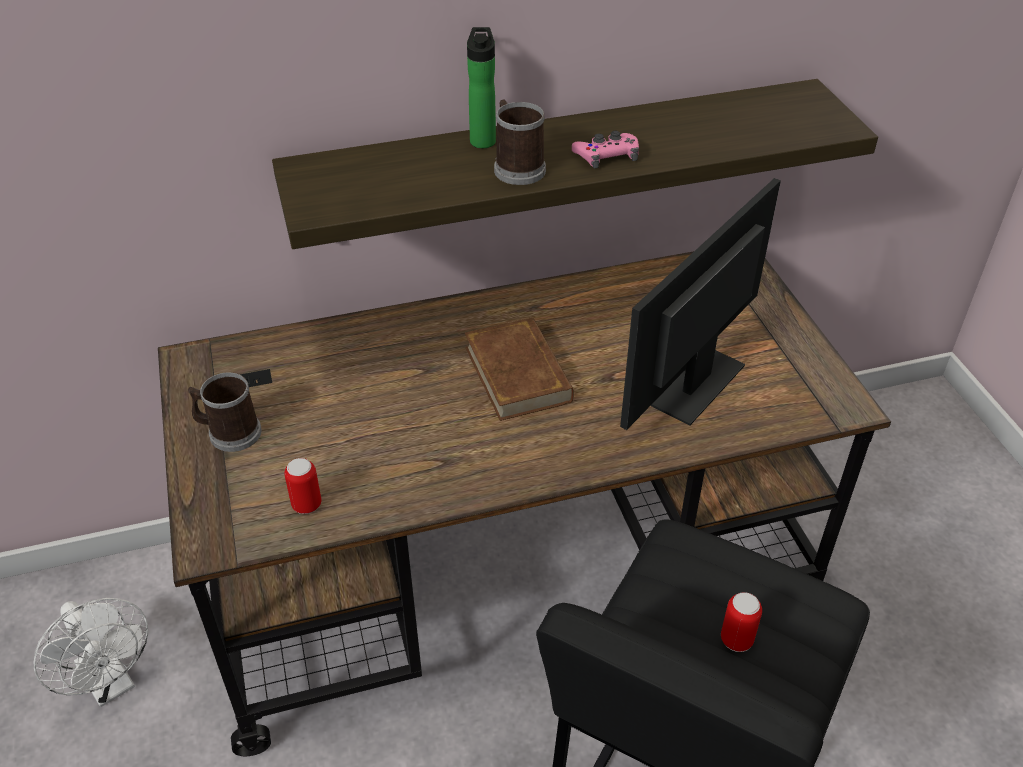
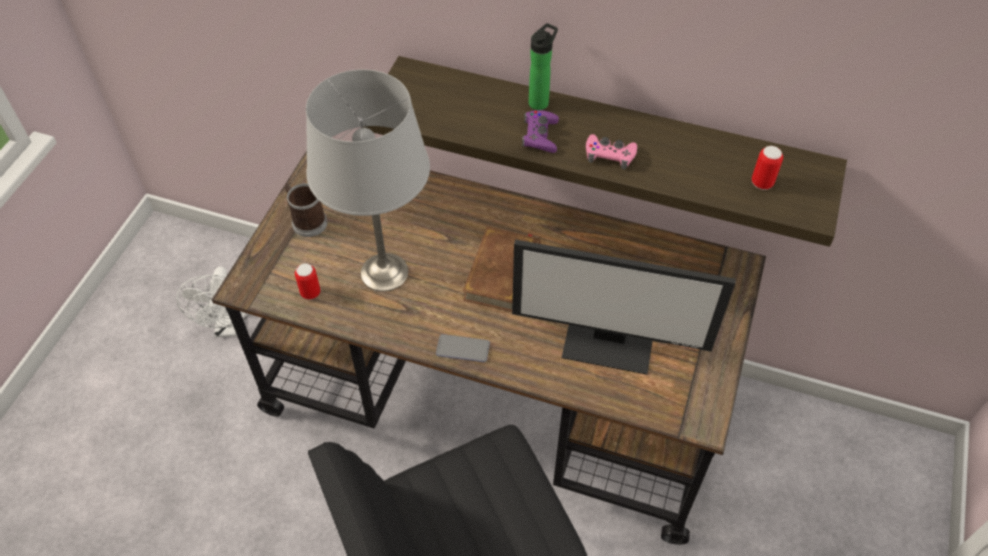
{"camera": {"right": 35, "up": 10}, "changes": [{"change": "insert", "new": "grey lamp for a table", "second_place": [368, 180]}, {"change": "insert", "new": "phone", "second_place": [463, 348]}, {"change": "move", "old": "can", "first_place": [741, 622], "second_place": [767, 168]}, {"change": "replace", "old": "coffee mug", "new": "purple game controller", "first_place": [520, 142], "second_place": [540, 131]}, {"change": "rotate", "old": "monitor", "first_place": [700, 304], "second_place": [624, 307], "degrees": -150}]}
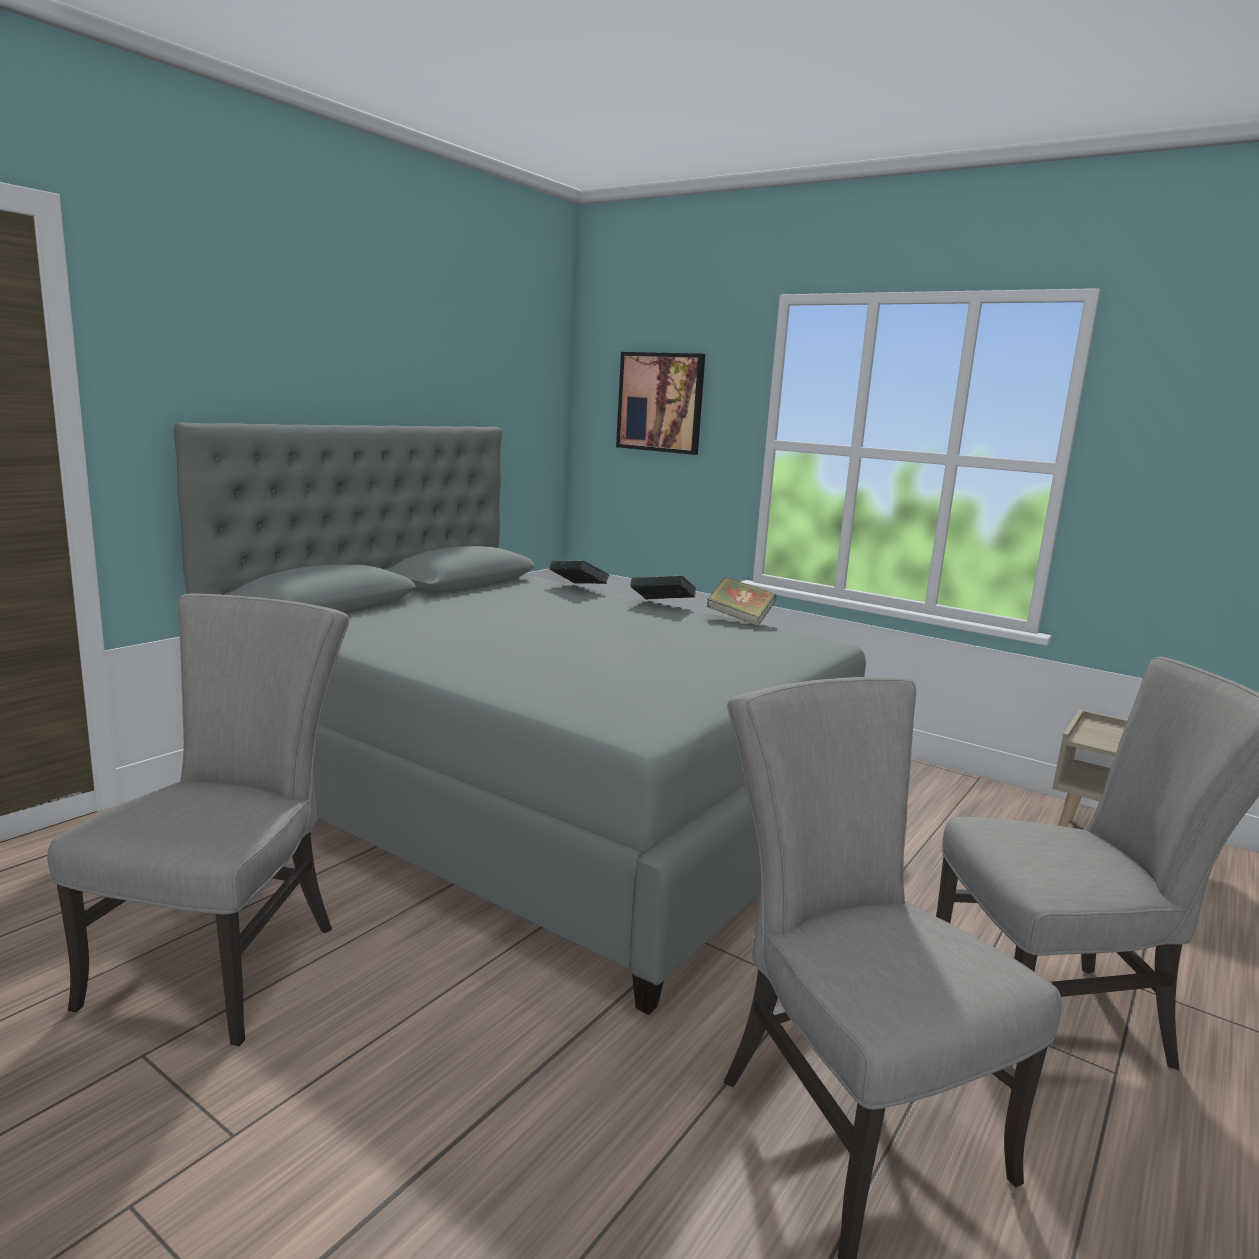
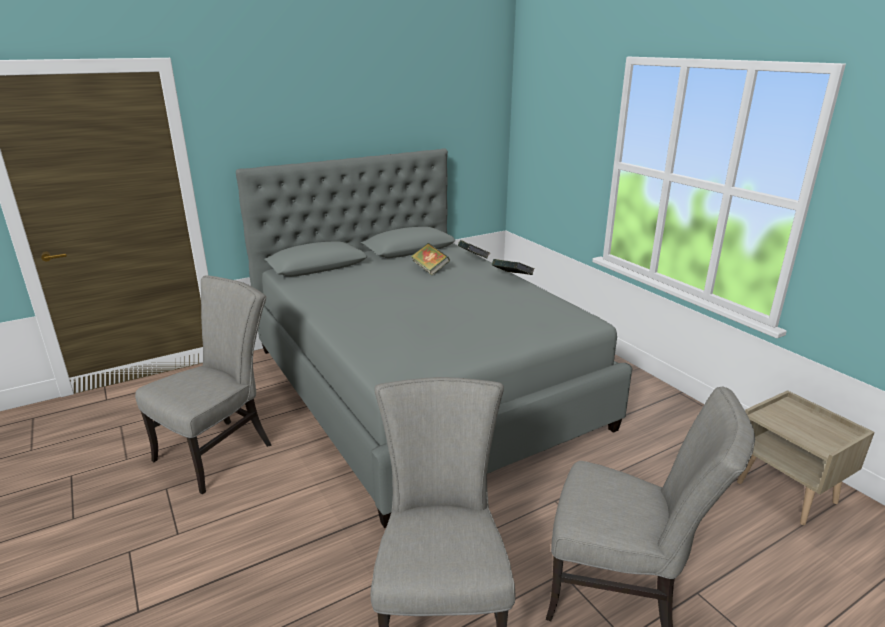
{"camera": {"right": 25, "up": 10}, "changes": [{"change": "delete", "old": "wall art", "first_place": [660, 403]}, {"change": "move", "old": "book", "first_place": [741, 601], "second_place": [430, 259]}]}
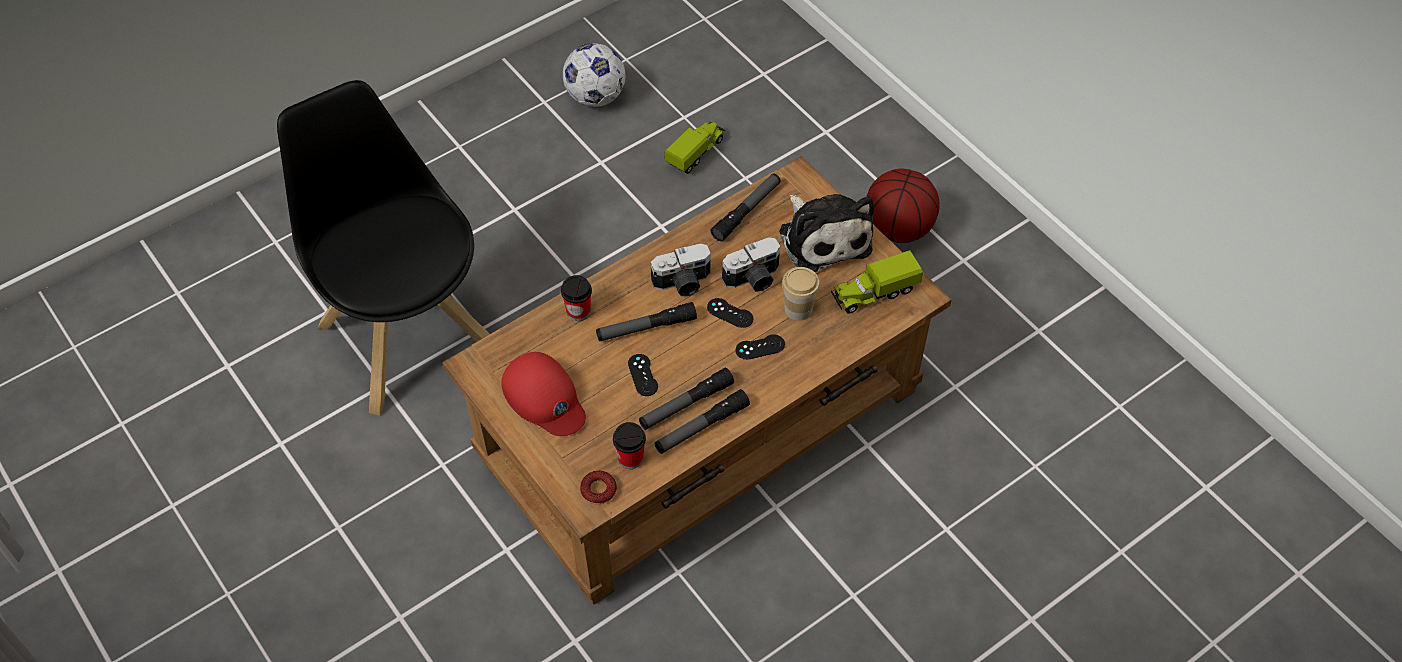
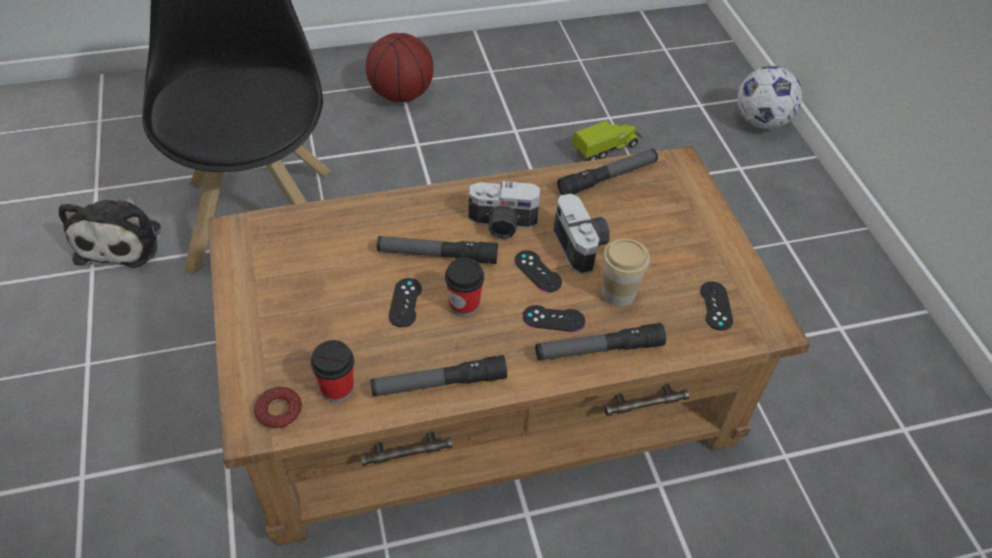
{"camera": {"right": 20, "up": -5}, "changes": [{"change": "delete", "old": "red-coloured cap", "first_place": [543, 394]}, {"change": "move", "old": "drinking cup", "first_place": [576, 298], "second_place": [464, 287]}, {"change": "move", "old": "football", "first_place": [594, 75], "second_place": [769, 98]}, {"change": "move", "old": "torch", "first_place": [686, 399], "second_place": [600, 341]}, {"change": "move", "old": "soft toy", "first_place": [826, 233], "second_place": [110, 233]}, {"change": "move", "old": "basketball", "first_place": [903, 206], "second_place": [399, 67]}, {"change": "replace", "old": "toy truck", "new": "black game controller", "first_place": [877, 282], "second_place": [716, 306]}, {"change": "rotate", "old": "photo camera", "first_place": [751, 264], "second_place": [581, 233], "degrees": -105}]}
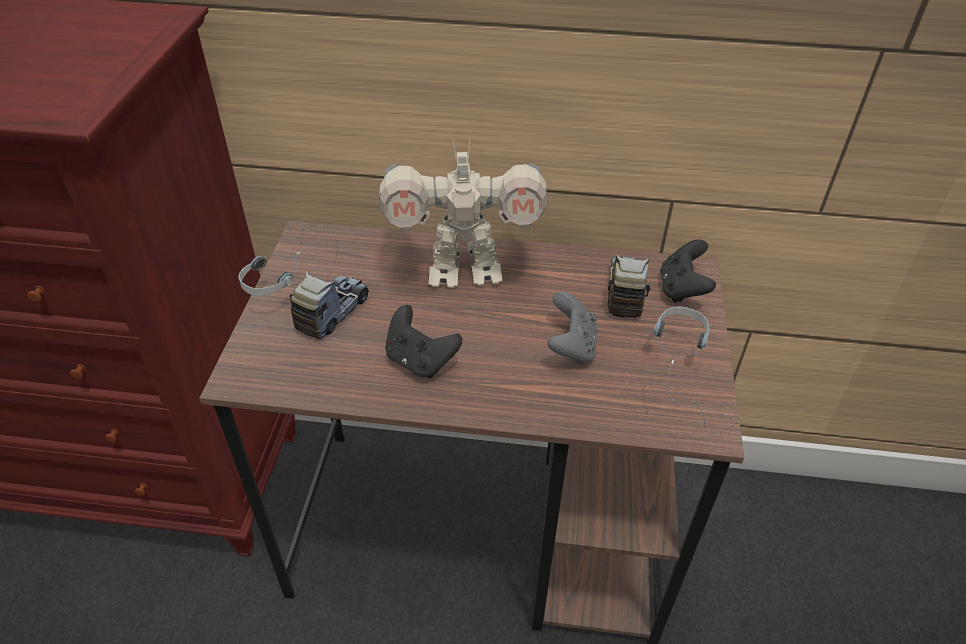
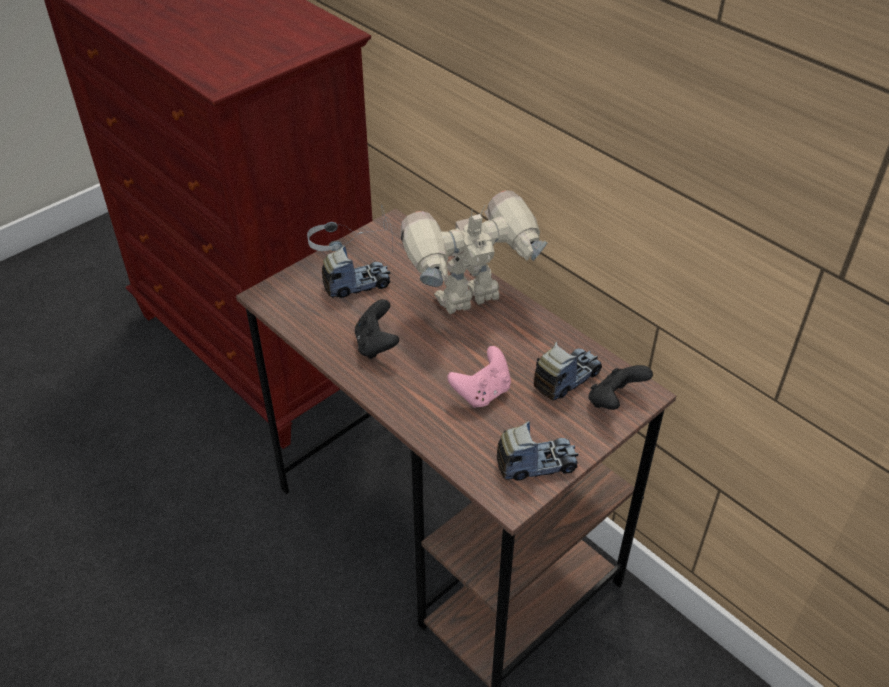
{"camera": {"right": 40, "up": 0}, "changes": [{"change": "replace", "old": "pair of headphones", "new": "toy truck", "first_place": [690, 370], "second_place": [537, 451]}, {"change": "recolor", "old": "grey game controller", "new": "pinkish game controller", "first_place": [572, 328], "second_place": [479, 377]}, {"change": "rotate", "old": "robot figure", "first_place": [463, 213], "second_place": [474, 252], "degrees": 120}]}
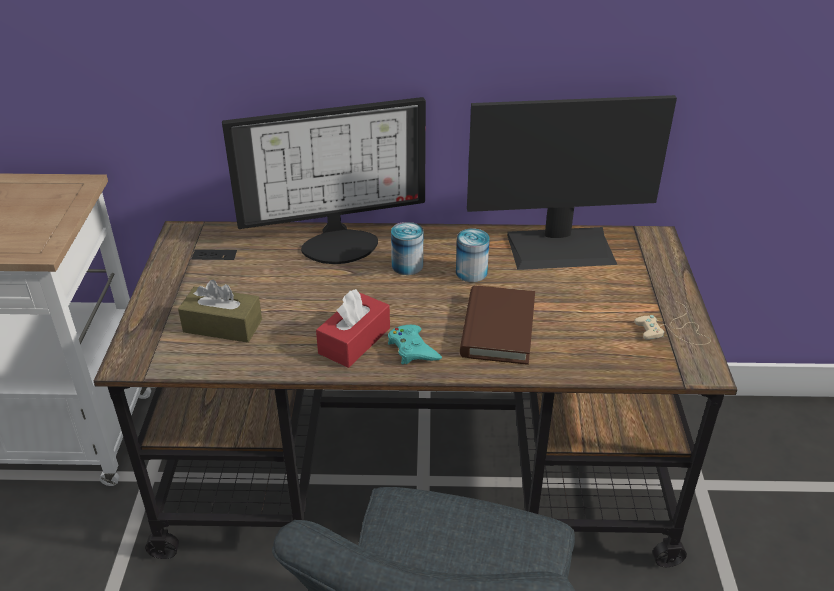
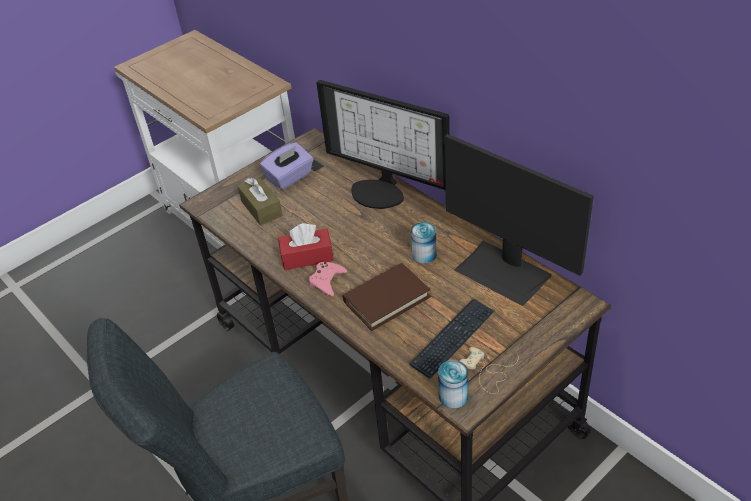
{"camera": {"right": 50, "up": 5}, "changes": [{"change": "insert", "new": "purple tissue box", "second_place": [287, 166]}, {"change": "insert", "new": "keyboard", "second_place": [452, 338]}, {"change": "move", "old": "can", "first_place": [407, 248], "second_place": [453, 384]}, {"change": "recolor", "old": "blue-green game controller", "new": "pinkish game controller", "first_place": [415, 344], "second_place": [328, 279]}]}
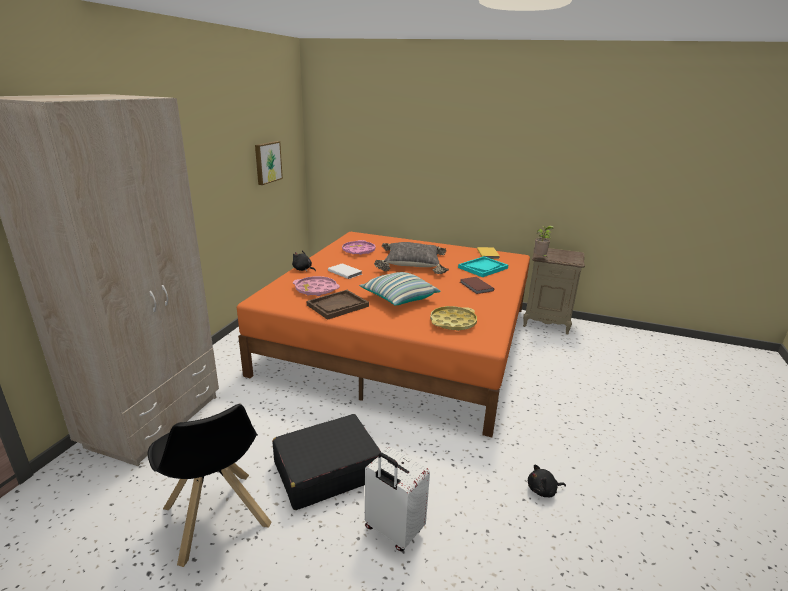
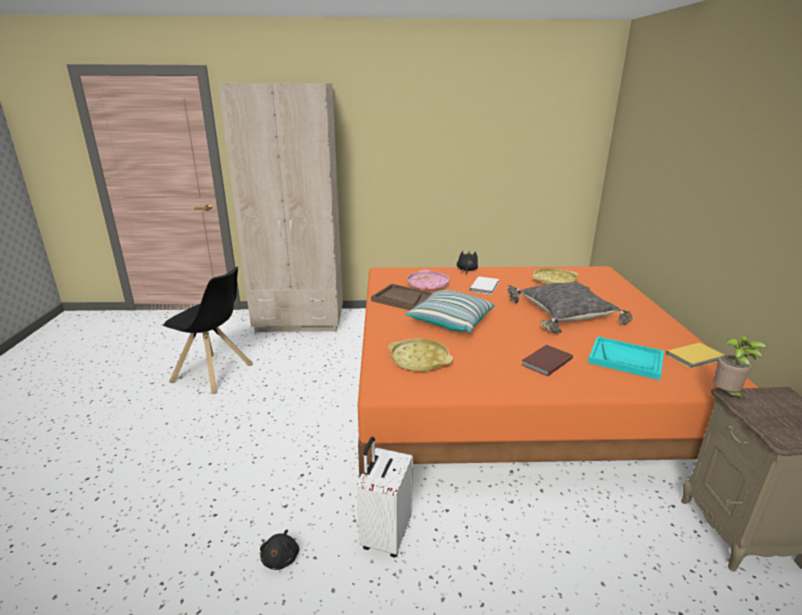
{"camera": {"right": 70, "up": 0}, "changes": [{"change": "delete", "old": "wall art", "first_place": [269, 163]}, {"change": "delete", "old": "black piece of luggage", "first_place": [327, 462]}, {"change": "move", "old": "whitish piece of luggage", "first_place": [397, 499], "second_place": [385, 497]}, {"change": "recolor", "old": "pinkish carrying tray", "new": "yellow carrying tray", "first_place": [359, 247], "second_place": [555, 276]}, {"change": "rotate", "old": "black chair", "first_place": [209, 485], "second_place": [208, 330], "degrees": -105}, {"change": "rotate", "old": "black soft toy", "first_place": [547, 481], "second_place": [279, 550], "degrees": -150}]}
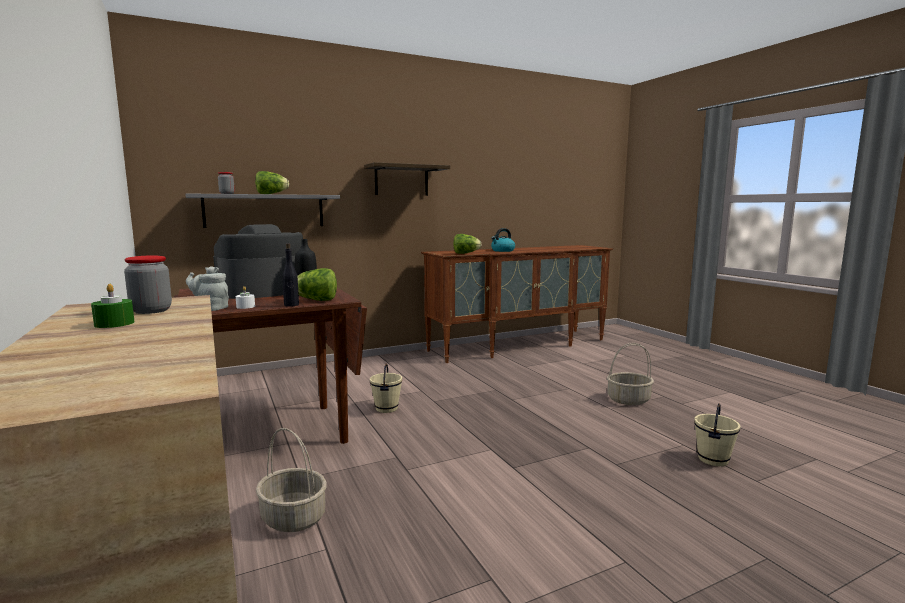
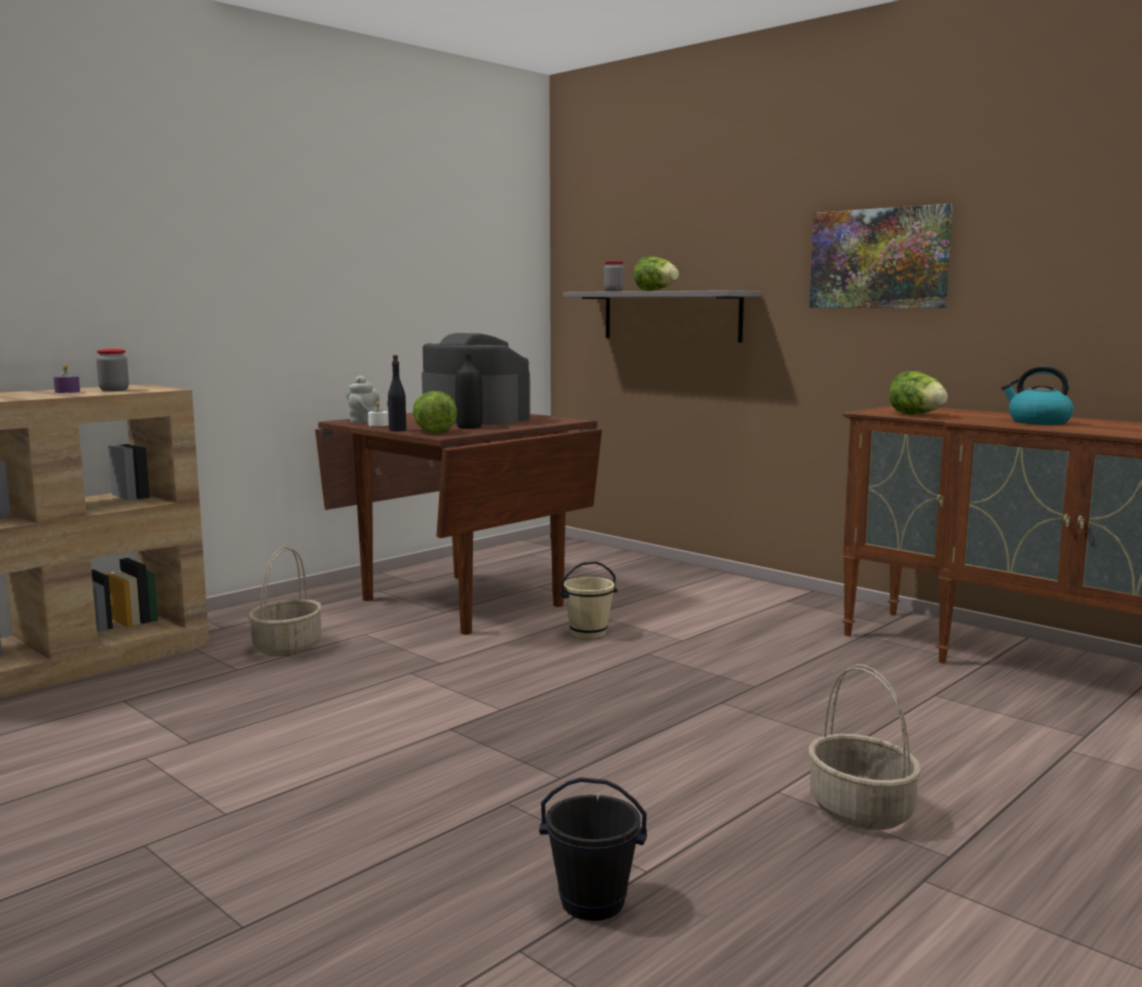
{"camera": {"right": 70, "up": 0}, "changes": [{"change": "replace", "old": "wall shelf", "new": "wall art", "first_place": [407, 179], "second_place": [881, 256]}, {"change": "recolor", "old": "greenish candle", "new": "purple candle", "first_place": [113, 306], "second_place": [66, 378]}, {"change": "recolor", "old": "beige-coloured water bucket", "new": "black water bucket", "first_place": [717, 434], "second_place": [593, 849]}]}
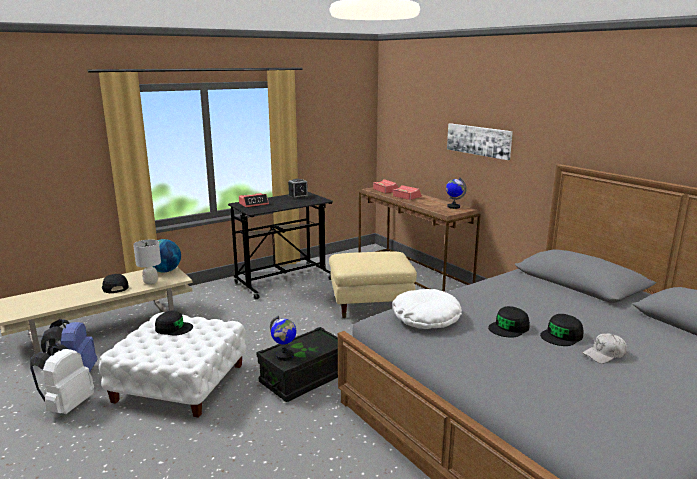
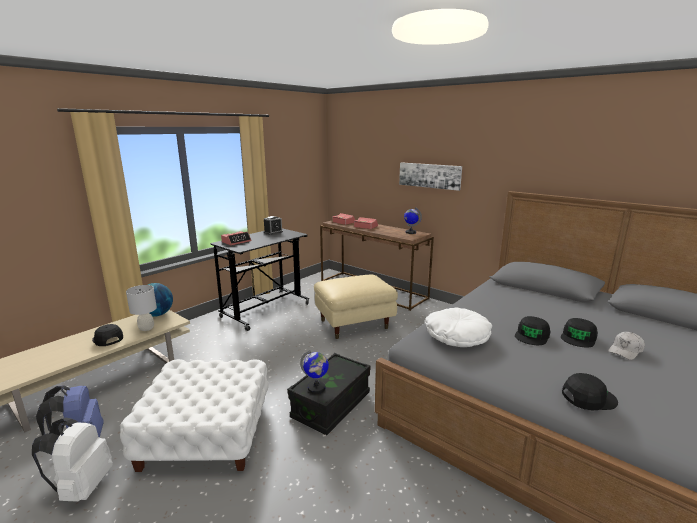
{"camera": {"right": -15, "up": 0}, "changes": [{"change": "move", "old": "black cap", "first_place": [174, 323], "second_place": [590, 392]}]}
